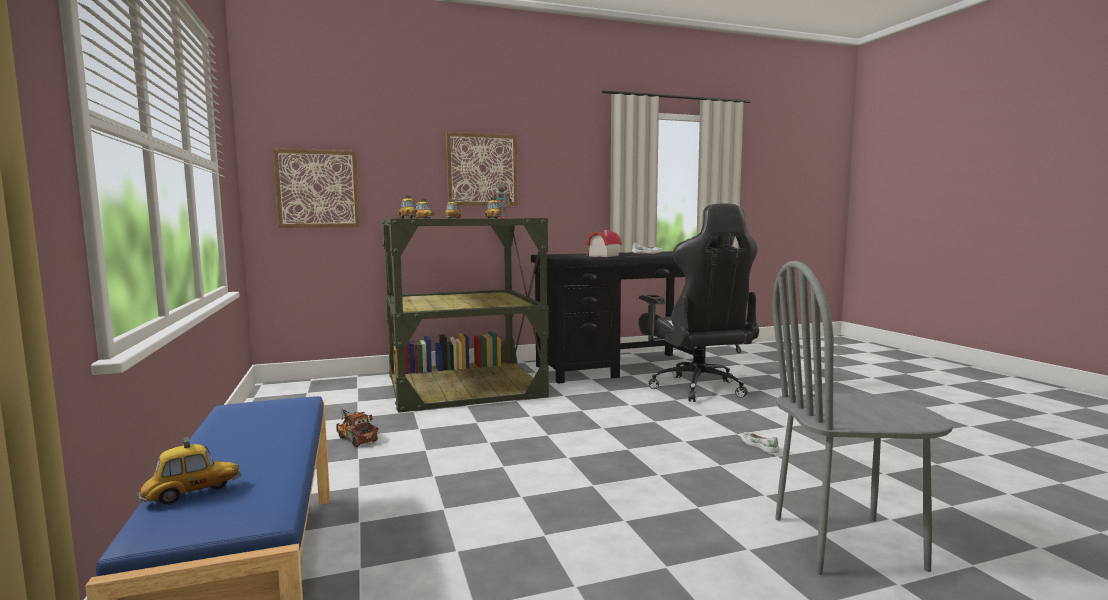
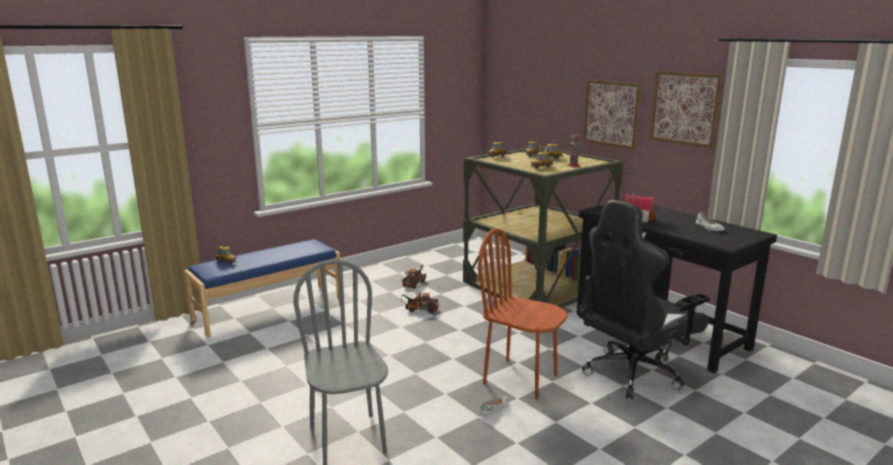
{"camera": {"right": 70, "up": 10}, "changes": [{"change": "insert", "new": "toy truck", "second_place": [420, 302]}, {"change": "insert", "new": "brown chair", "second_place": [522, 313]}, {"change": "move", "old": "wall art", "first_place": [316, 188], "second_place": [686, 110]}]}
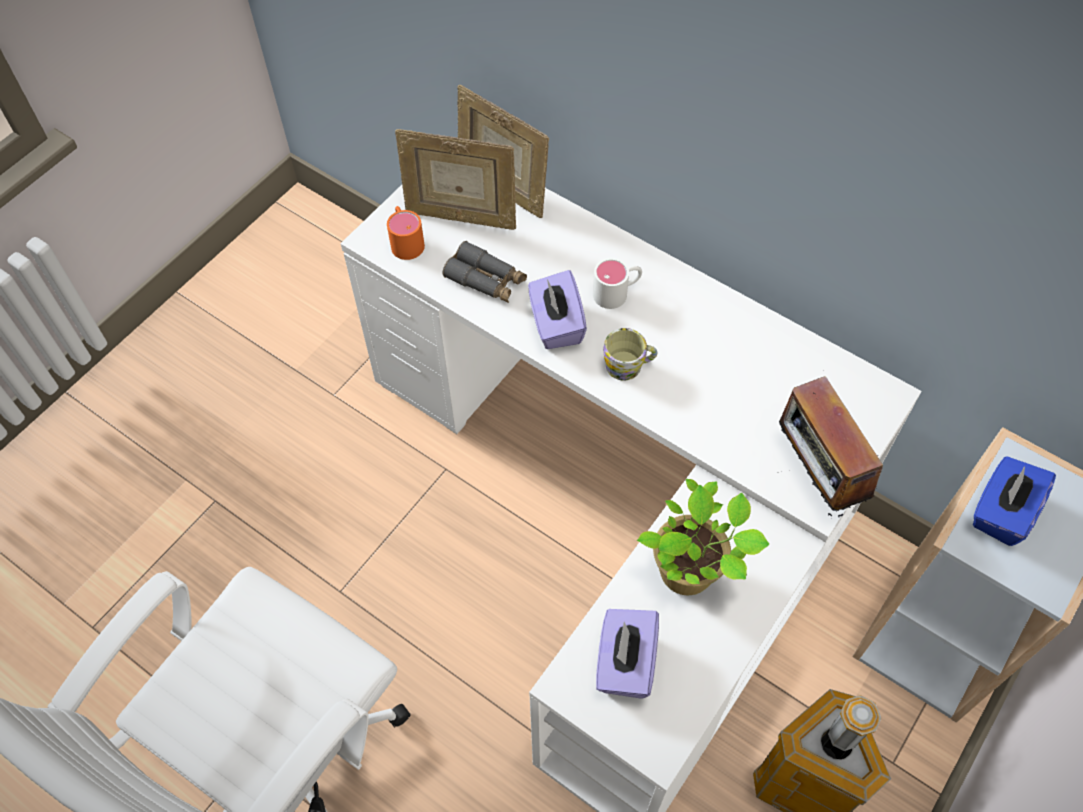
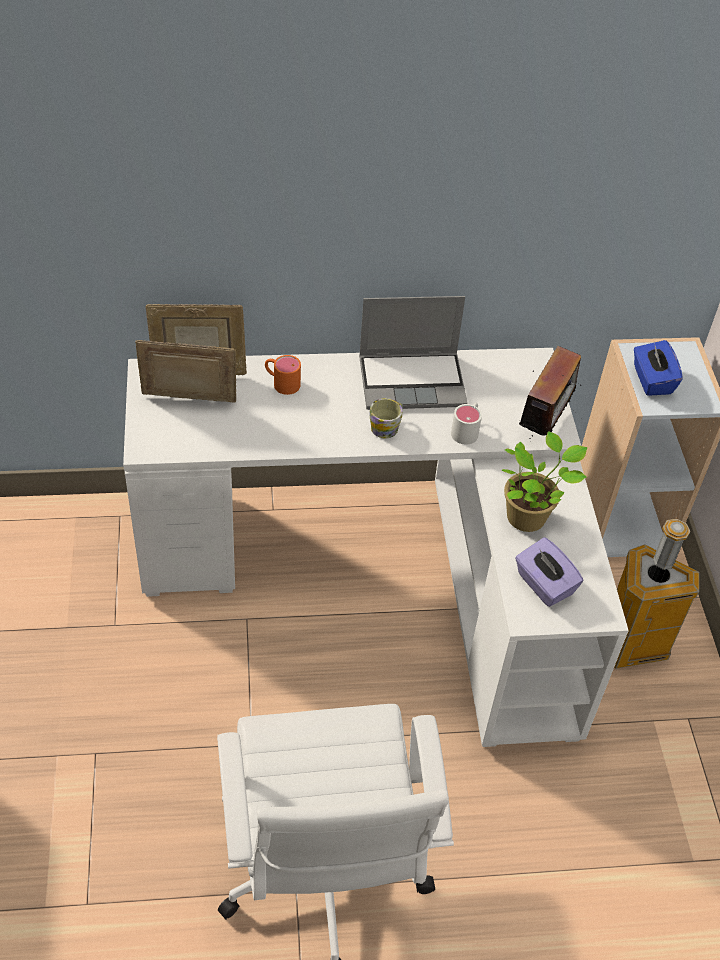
{"camera": {"right": -45, "up": -10}, "changes": [{"change": "delete", "old": "grey field glasses", "first_place": [485, 272]}, {"change": "delete", "old": "purple tissue box", "first_place": [557, 309]}, {"change": "insert", "new": "notebook computer", "second_place": [413, 353]}, {"change": "move", "old": "orange coffee mug", "first_place": [406, 233], "second_place": [283, 375]}, {"change": "move", "old": "whitish coffee mug", "first_place": [617, 283], "second_place": [466, 424]}, {"change": "rotate", "old": "photo frame", "first_place": [455, 179], "second_place": [185, 371], "degrees": -150}, {"change": "rotate", "old": "radio set", "first_place": [831, 447], "second_place": [550, 392], "degrees": -90}]}
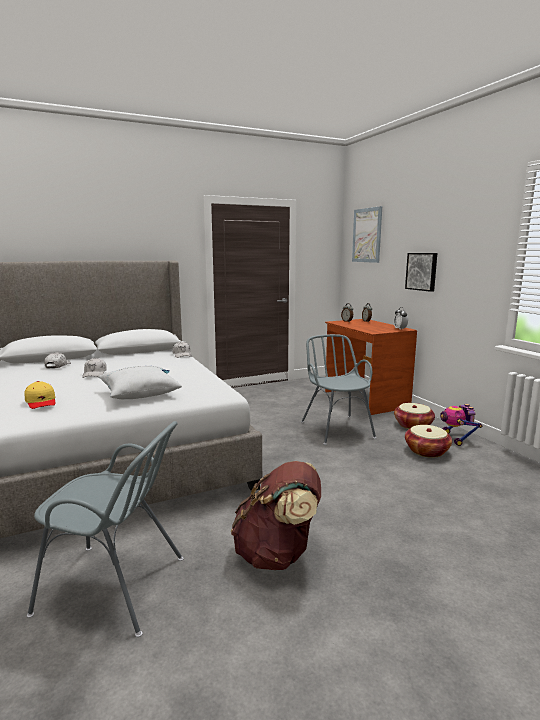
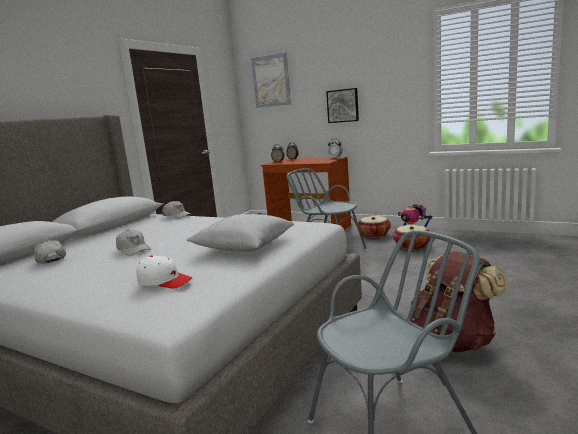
{"camera": {"right": -35, "up": 0}, "changes": [{"change": "recolor", "old": "yellow cap", "new": "whitish cap", "first_place": [39, 395], "second_place": [164, 271]}]}
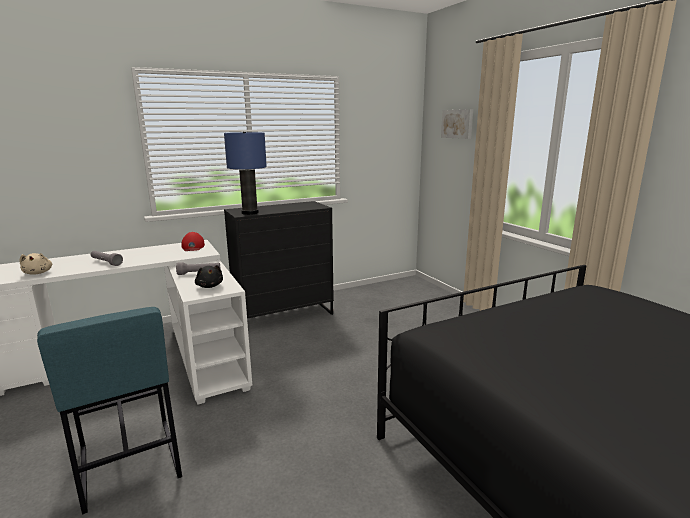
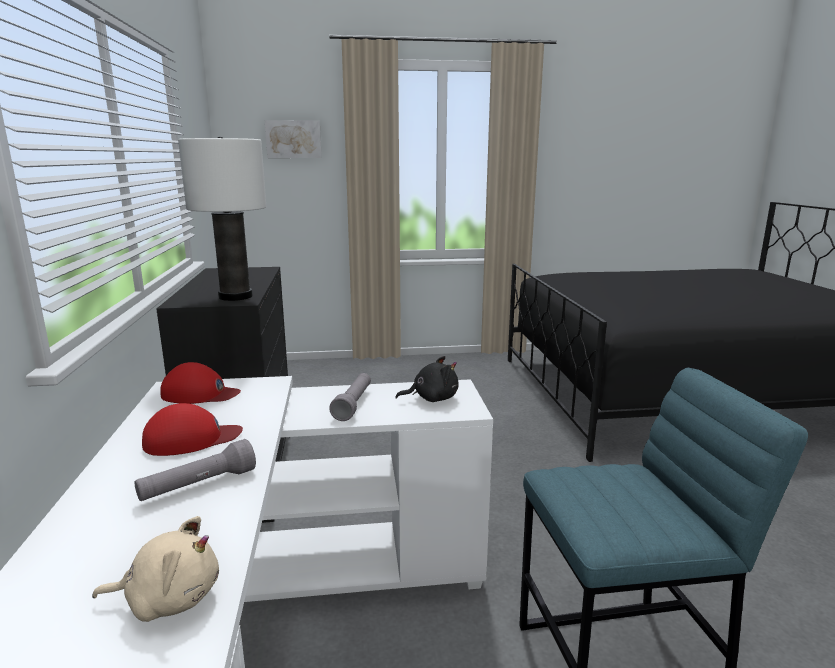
{"camera": {"right": -70, "up": 0}, "changes": [{"change": "insert", "new": "red-coloured cap", "second_place": [192, 429]}, {"change": "recolor", "old": "bluish lamp for a table", "new": "whitish lamp for a table", "first_place": [245, 173], "second_place": [222, 219]}]}
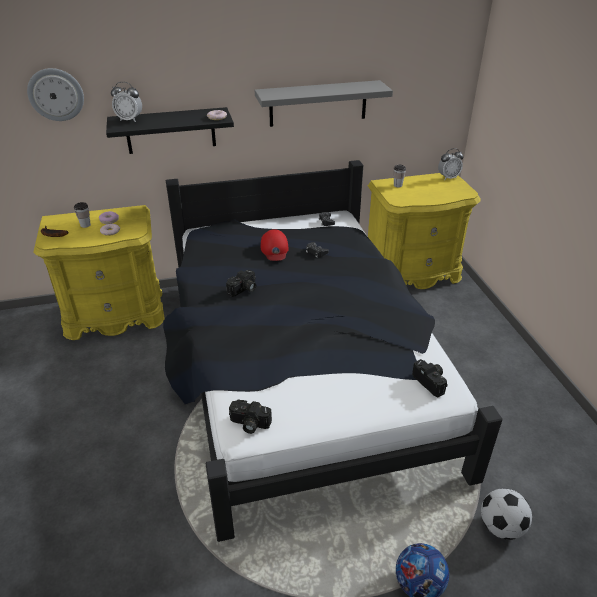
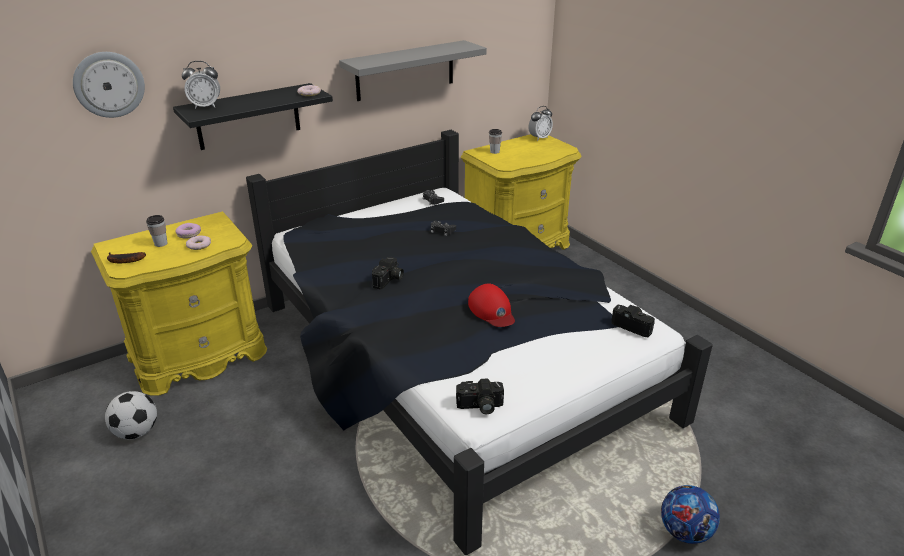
{"camera": {"right": -20, "up": -5}, "changes": [{"change": "move", "old": "red-coloured cap", "first_place": [275, 245], "second_place": [491, 305]}, {"change": "move", "old": "football", "first_place": [506, 514], "second_place": [131, 415]}]}
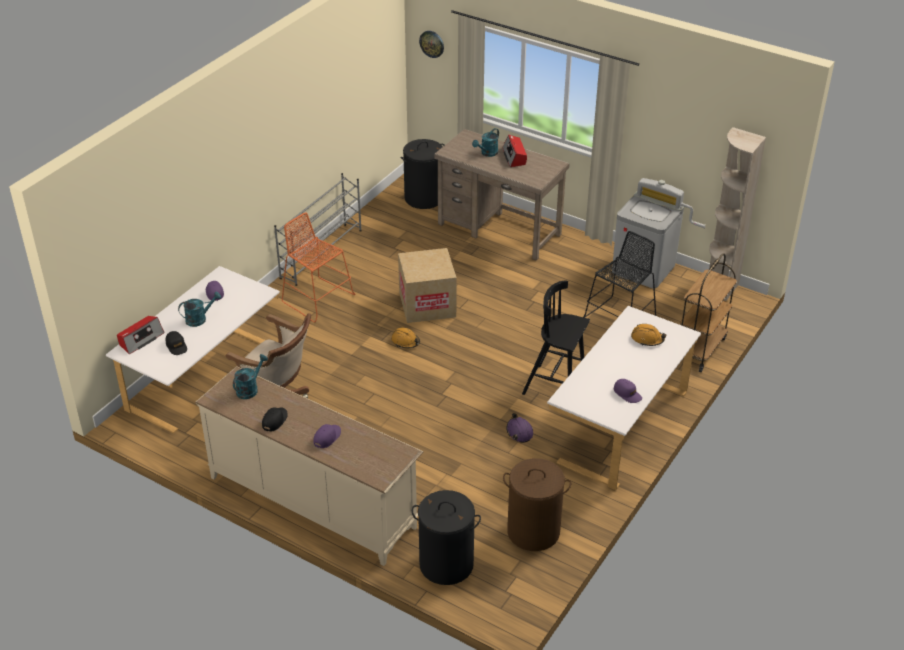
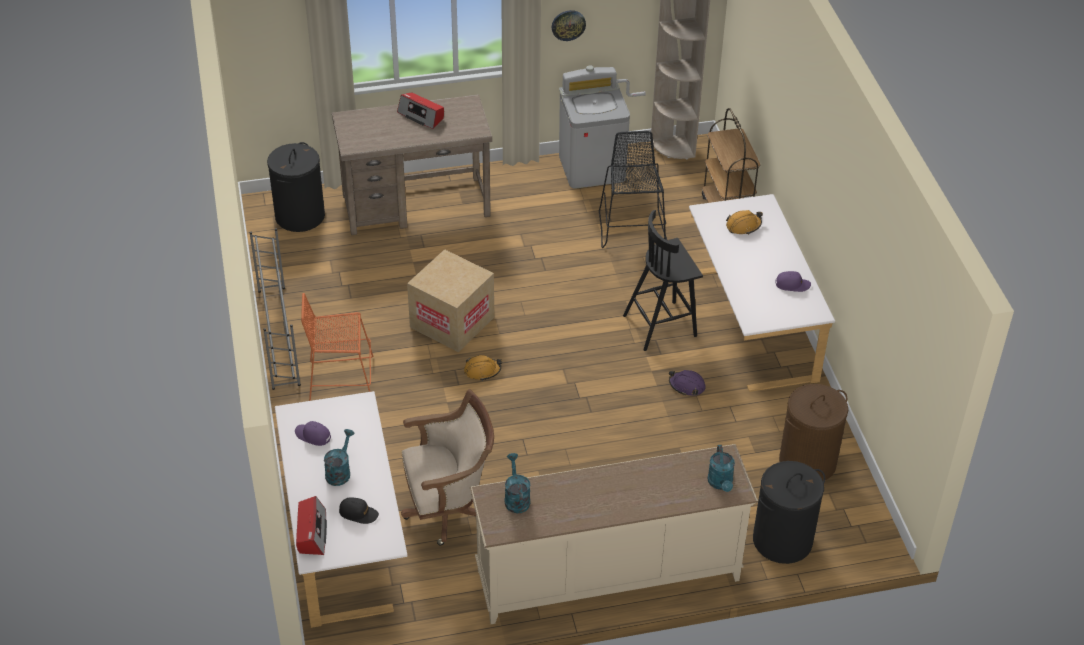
{"camera": {"right": -45, "up": 5}, "changes": [{"change": "delete", "old": "black cap", "first_place": [275, 420]}, {"change": "delete", "old": "purple cap", "first_place": [327, 436]}, {"change": "move", "old": "wall clock", "first_place": [431, 44], "second_place": [569, 25]}, {"change": "move", "old": "blue-green sprinkling can", "first_place": [485, 142], "second_place": [721, 468]}]}
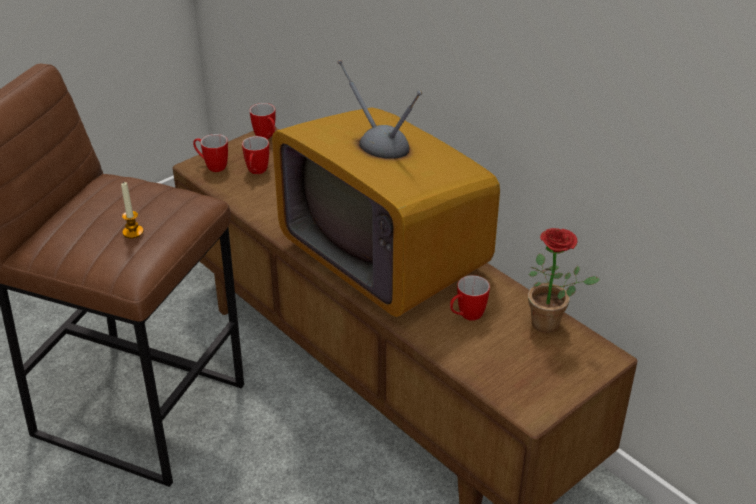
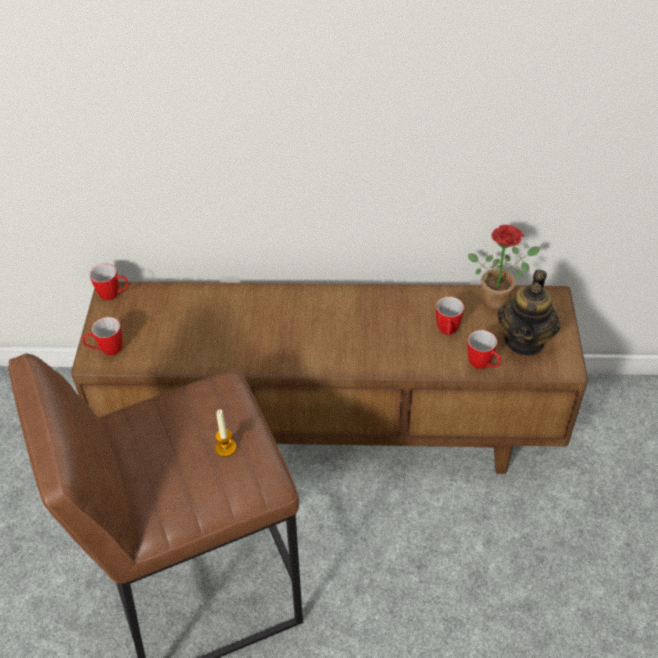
{"camera": {"right": -45, "up": 10}, "changes": [{"change": "delete", "old": "TV", "first_place": [386, 188]}, {"change": "insert", "new": "teapot", "second_place": [529, 312]}, {"change": "move", "old": "coffee mug", "first_place": [255, 155], "second_place": [484, 349]}]}
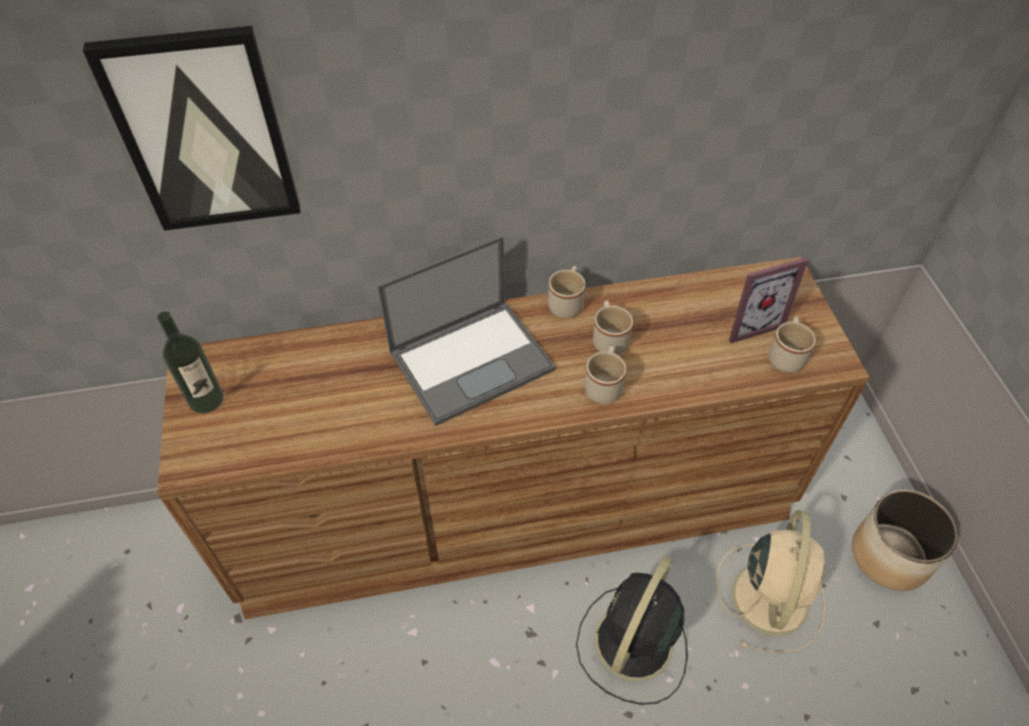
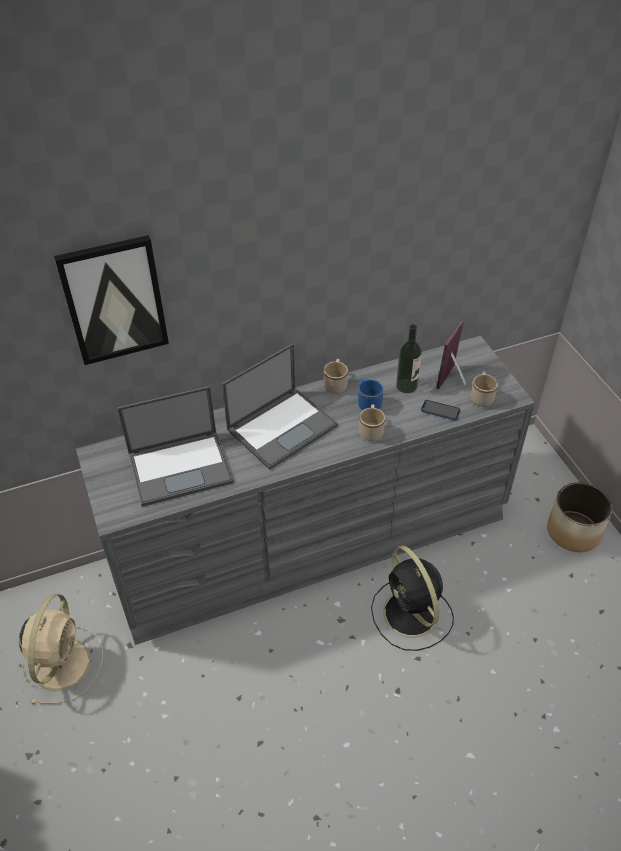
{"camera": {"right": -10, "up": -5}, "changes": [{"change": "insert", "new": "notebook computer", "second_place": [175, 446]}, {"change": "insert", "new": "phone", "second_place": [440, 410]}, {"change": "move", "old": "drink bottle", "first_place": [190, 362], "second_place": [409, 358]}, {"change": "move", "old": "beige-coloured electric fan", "first_place": [771, 581], "second_place": [61, 649]}, {"change": "recolor", "old": "brown dresser", "new": "grey dresser", "first_place": [513, 438], "second_place": [305, 490]}, {"change": "recolor", "old": "beige-coloured coffee mug", "new": "bluish coffee mug", "first_place": [613, 328], "second_place": [370, 393]}, {"change": "rotate", "old": "black electric fan", "first_place": [632, 630], "second_place": [412, 598], "degrees": -45}, {"change": "rotate", "old": "photo frame", "first_place": [768, 300], "second_place": [451, 355], "degrees": 150}]}
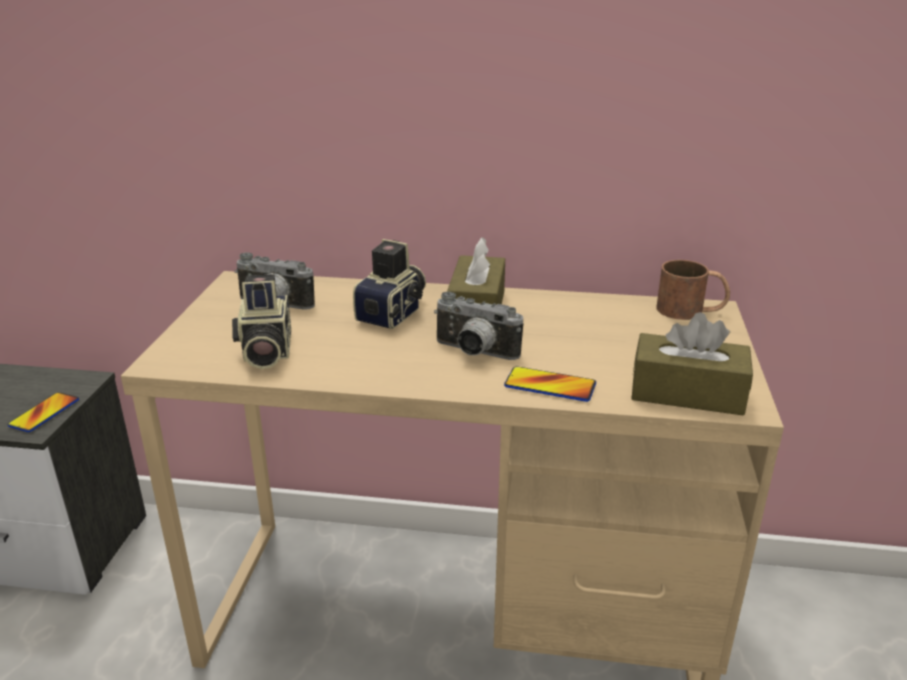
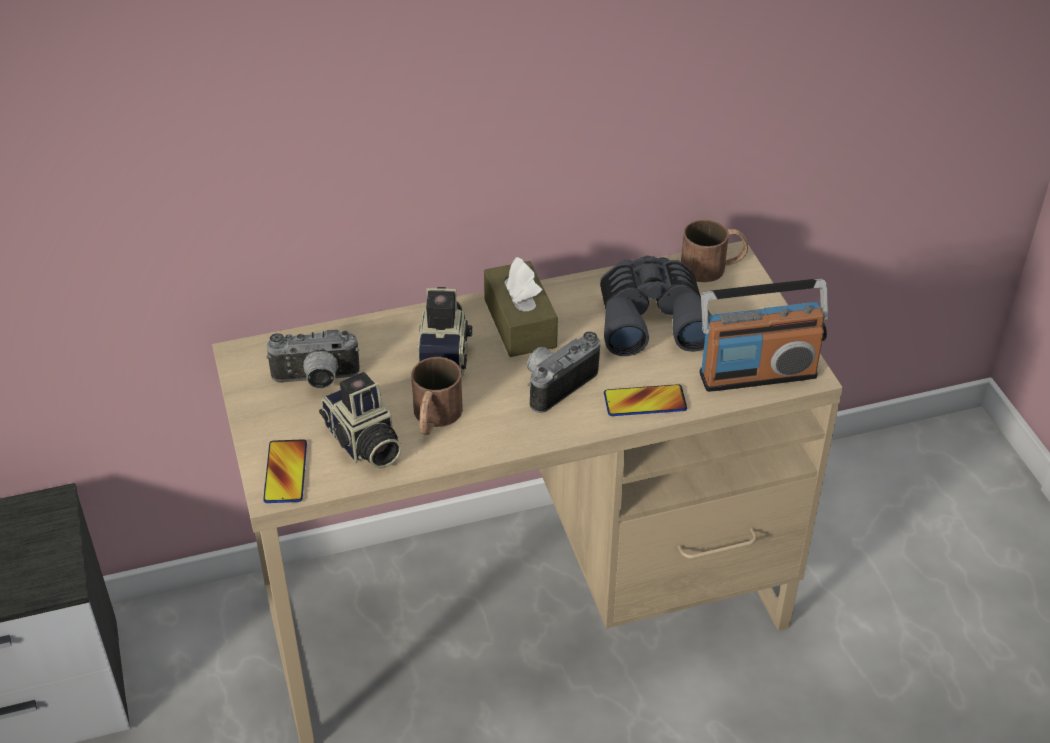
{"camera": {"right": -25, "up": 15}, "changes": [{"change": "insert", "new": "brown coffee mug", "second_place": [437, 396]}, {"change": "insert", "new": "grey field glasses", "second_place": [655, 306]}, {"change": "move", "old": "phone", "first_place": [43, 412], "second_place": [285, 471]}, {"change": "replace", "old": "brown tissue box", "new": "radio set", "first_place": [692, 363], "second_place": [764, 335]}, {"change": "rotate", "old": "photo camera", "first_place": [479, 326], "second_place": [563, 372], "degrees": 135}]}
